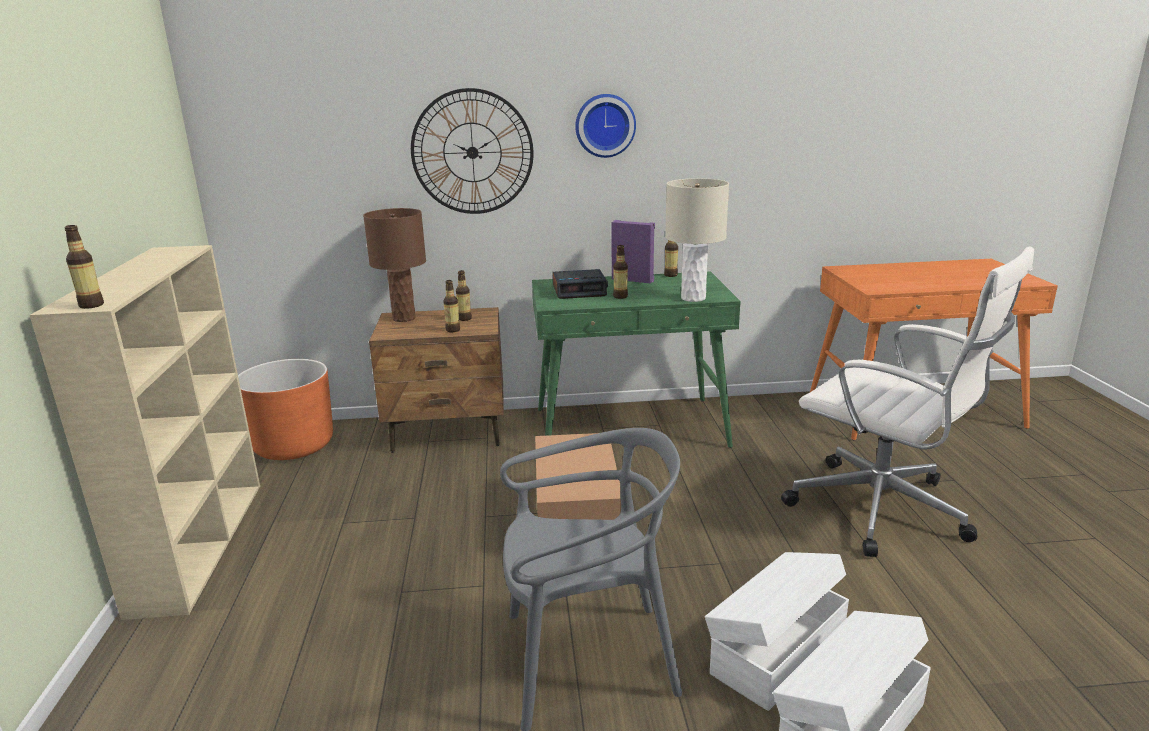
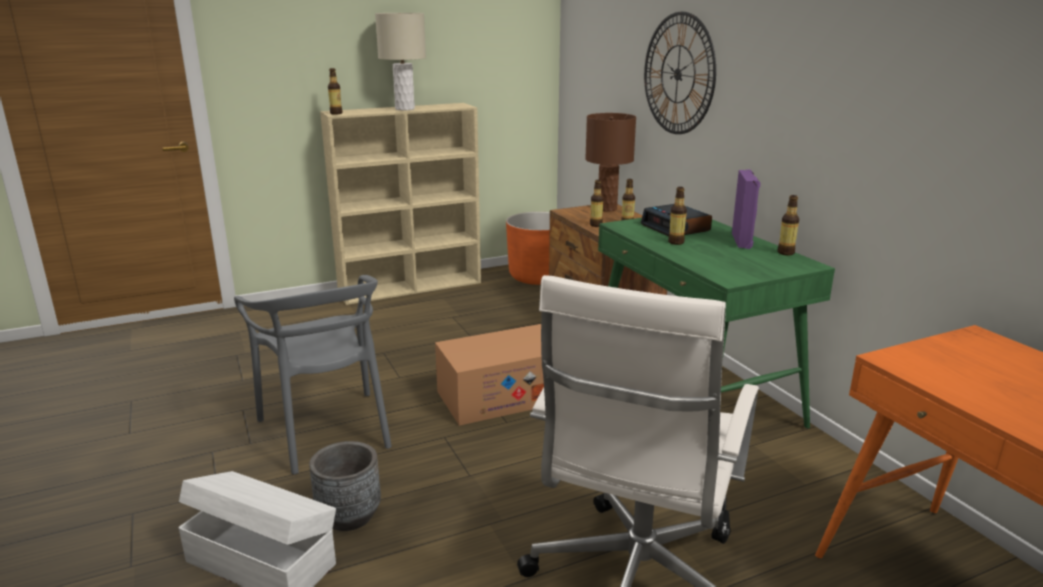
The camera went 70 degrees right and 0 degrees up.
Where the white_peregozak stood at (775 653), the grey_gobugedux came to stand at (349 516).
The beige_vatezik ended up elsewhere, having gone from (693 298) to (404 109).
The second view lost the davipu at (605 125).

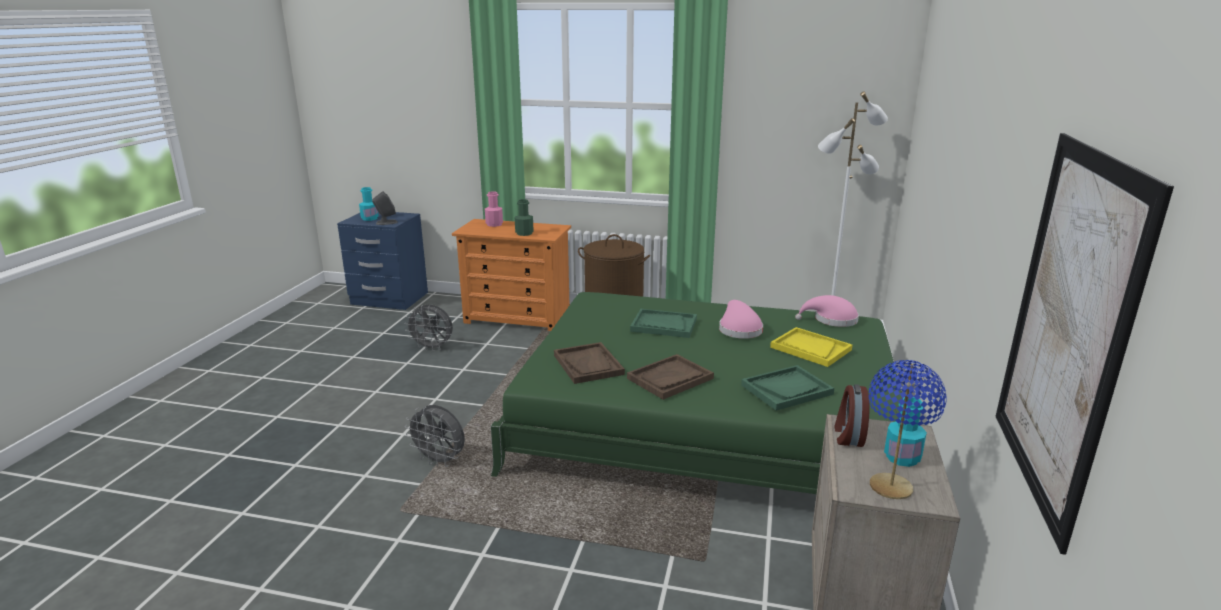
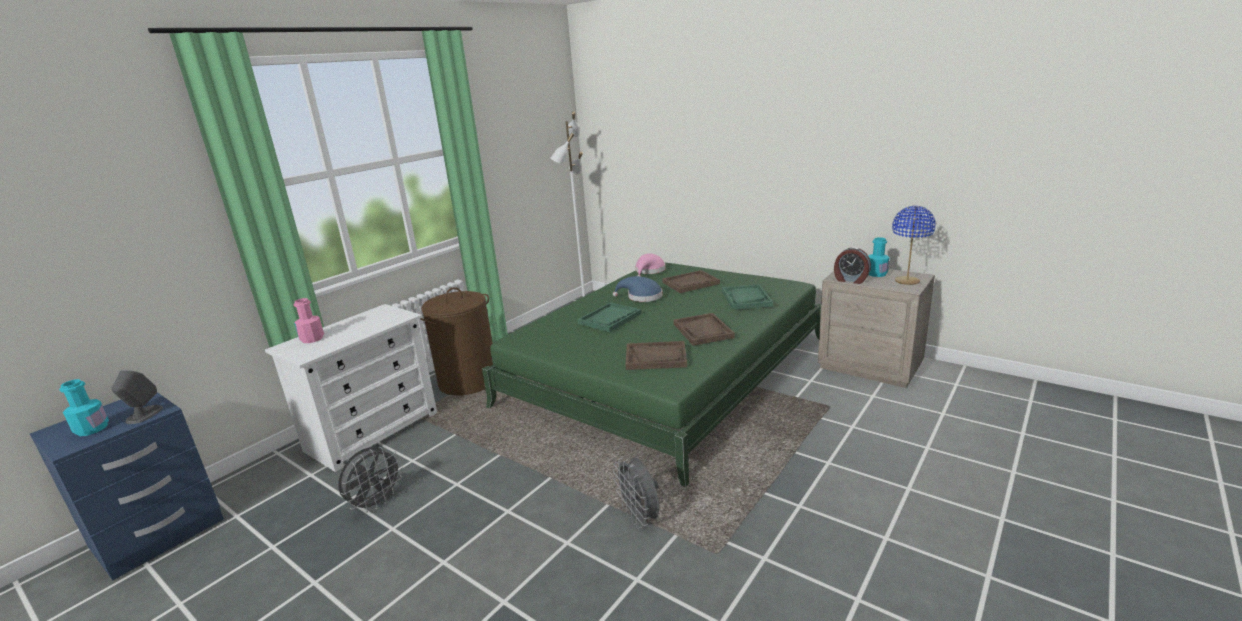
The camera went 65 degrees left and 0 degrees up.
What was the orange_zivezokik at (517 318) turned into the white_zivezokik at (373 431).
What was the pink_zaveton at (738 329) turned into the blue_zaveton at (642 297).
The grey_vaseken at (440 461) ended up facing another way, 105 degrees clockwise from before.
What was the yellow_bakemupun at (810 349) turned into the brown_bakemupun at (690 283).
The second view lost the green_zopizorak at (524 233).
The second view lost the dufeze at (1065 329).

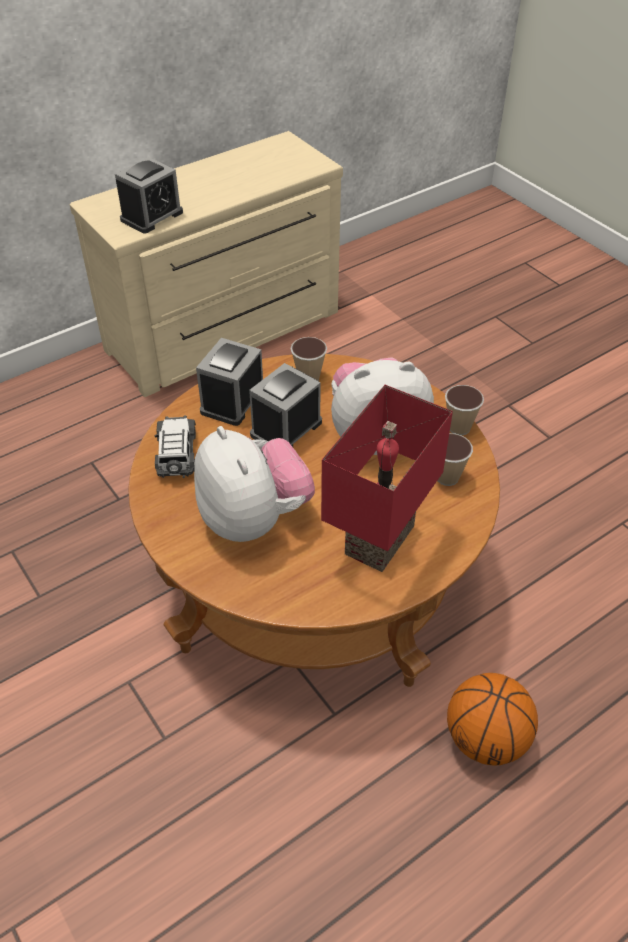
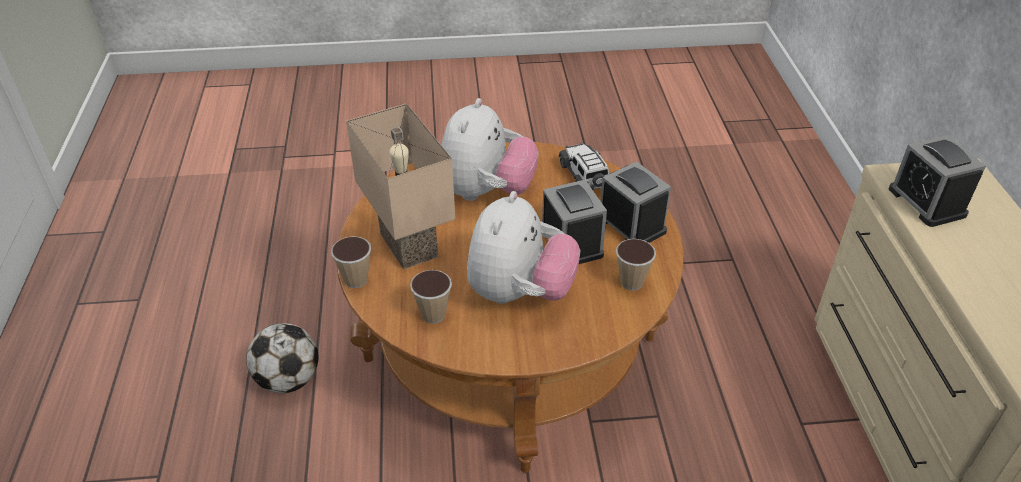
The camera went 120 degrees right and 5 degrees down.
Where the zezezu stood at (485 739), the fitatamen came to stand at (288 380).
The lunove ended up elsewhere, having gone from (459 427) to (356 280).
What was the red_vatezik at (382 542) turned into the beige_vatezik at (405 245).
The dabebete at (254 519) ended up facing another way, 75 degrees counterclockwise from before.
The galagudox at (177 455) ended up facing another way, 135 degrees counterclockwise from before.

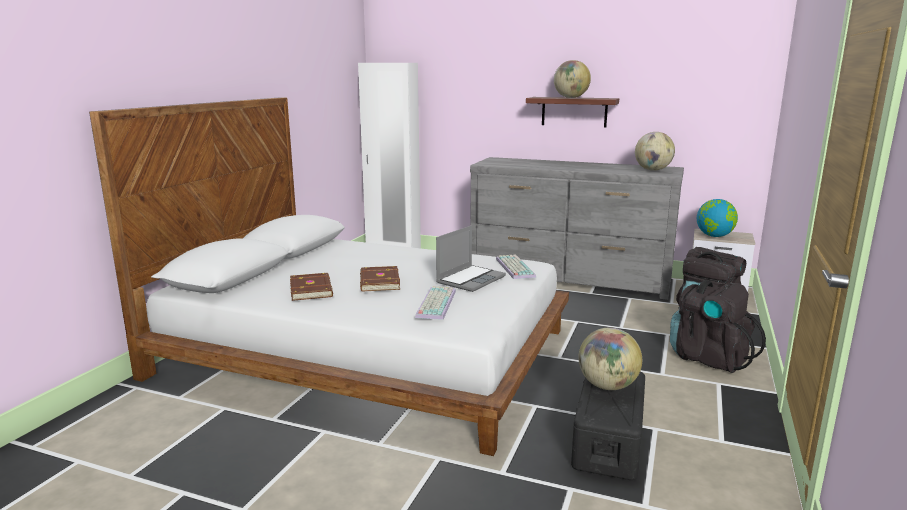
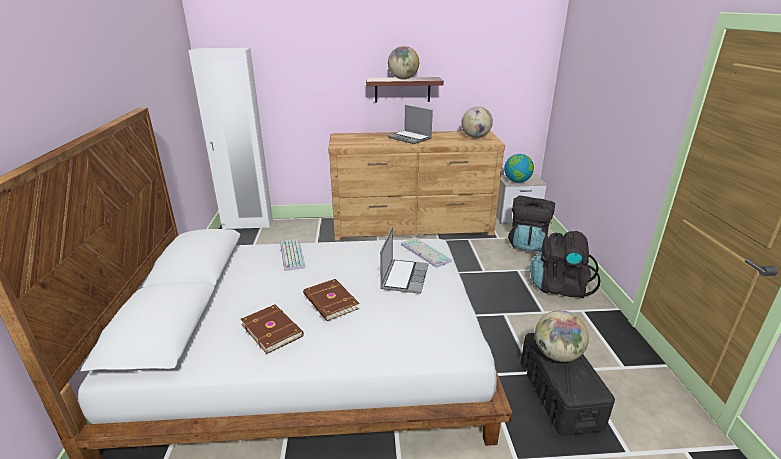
The camera went 25 degrees left and 10 degrees up.
The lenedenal ended up elsewhere, having gone from (435 303) to (291 255).
What was the grey_zivezokik at (569 278) turned into the brown_zivezokik at (413 227).
The second view gained the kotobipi at (410 138).

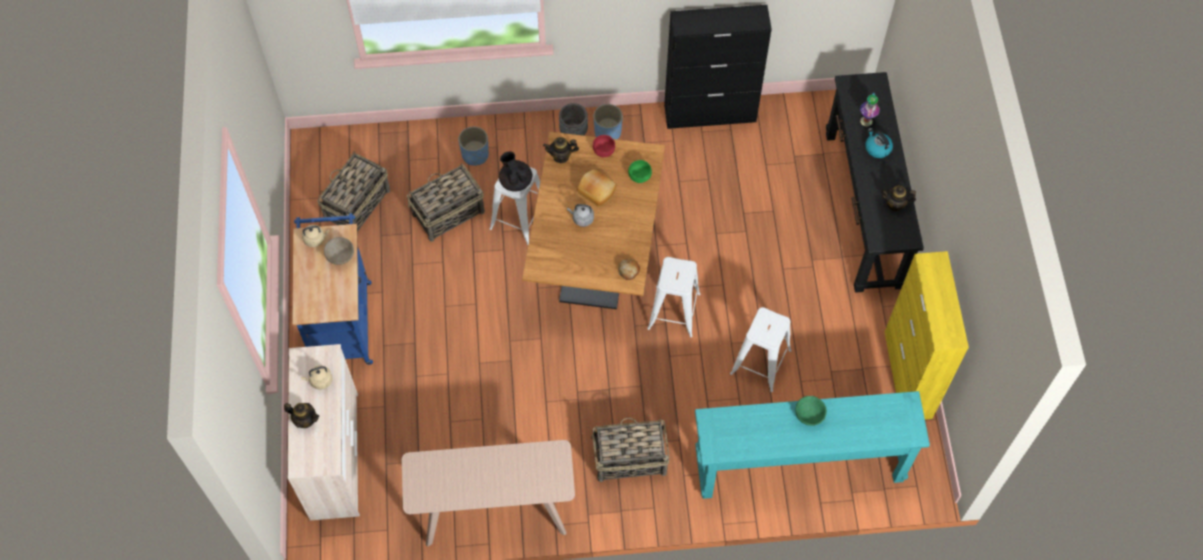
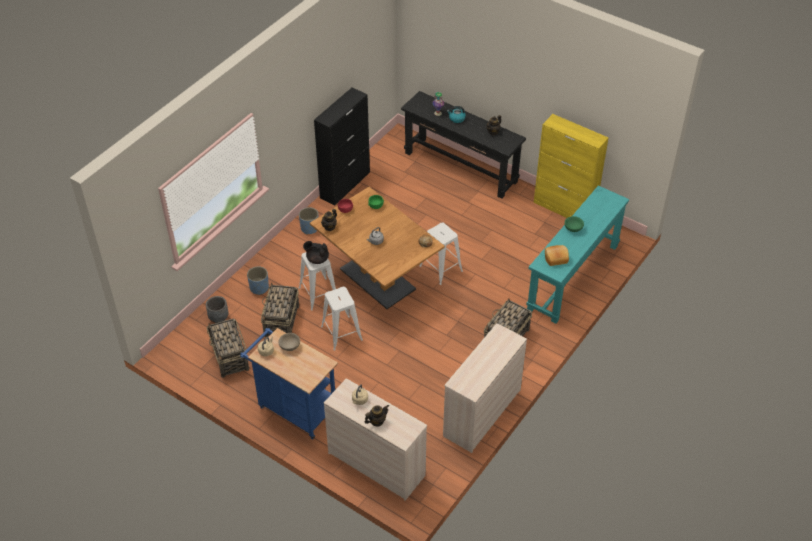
The camera went 50 degrees left and 15 degrees down.
The grey_gobugedux ended up elsewhere, having gone from (573 131) to (218 317).
The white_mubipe ended up elsewhere, having gone from (760 362) to (341 333).
Where the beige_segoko stood at (494 512), the beige_zivezokik came to stand at (481 413).
The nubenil ended up elsewhere, having gone from (597 191) to (556 258).

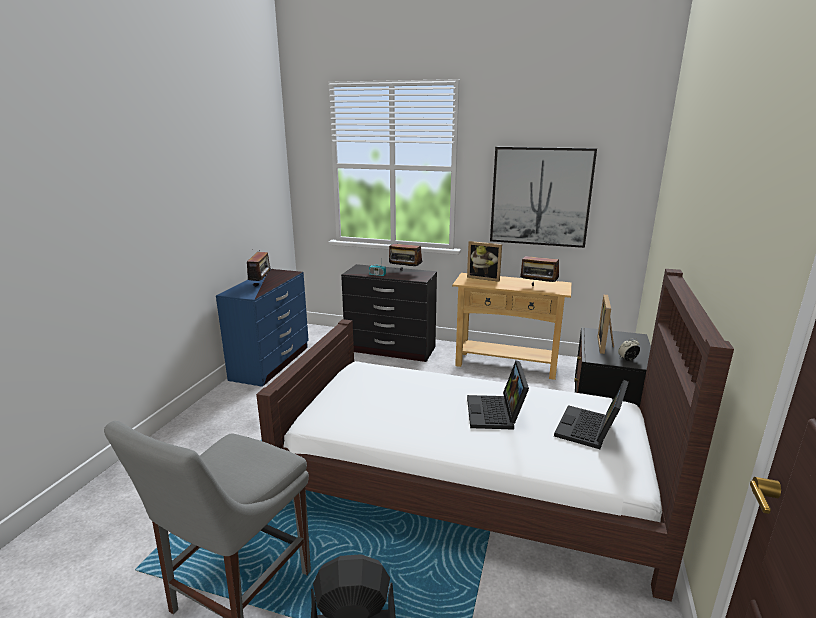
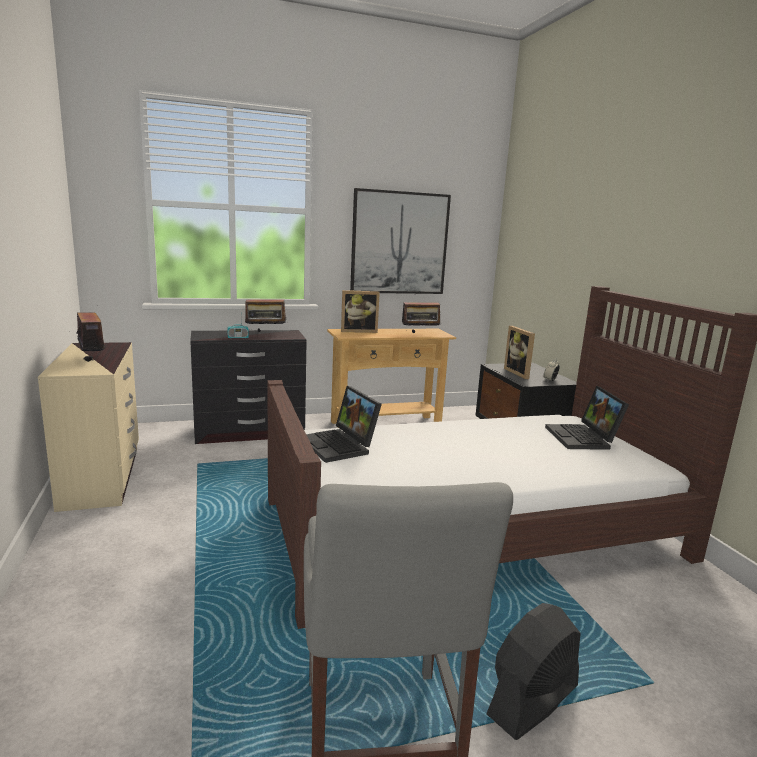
The camera went 35 degrees left and 5 degrees down.
What was the blue_zivezokik at (272 363) turned into the beige_zivezokik at (103 476).
The kotobipi ended up elsewhere, having gone from (496 414) to (340 446).

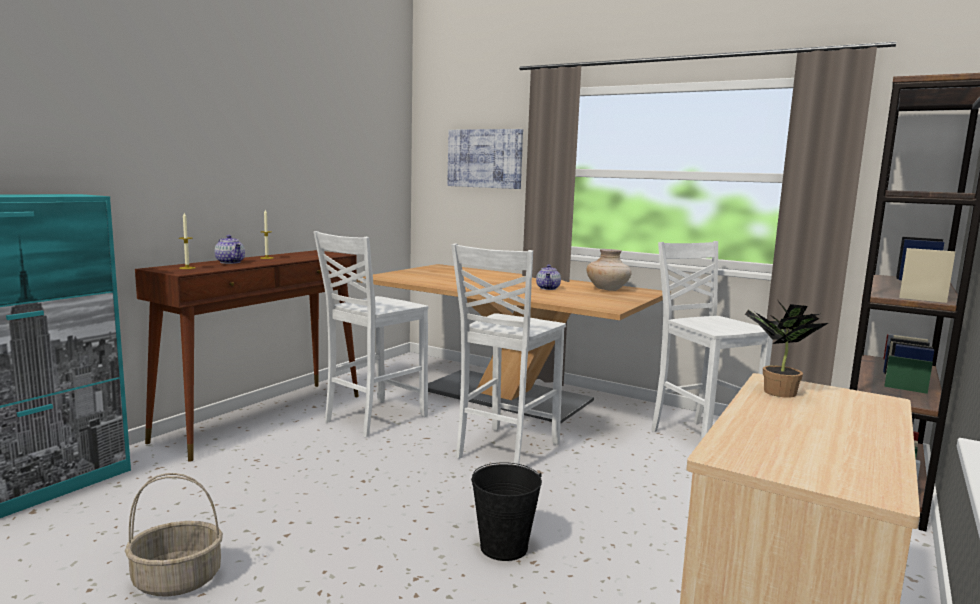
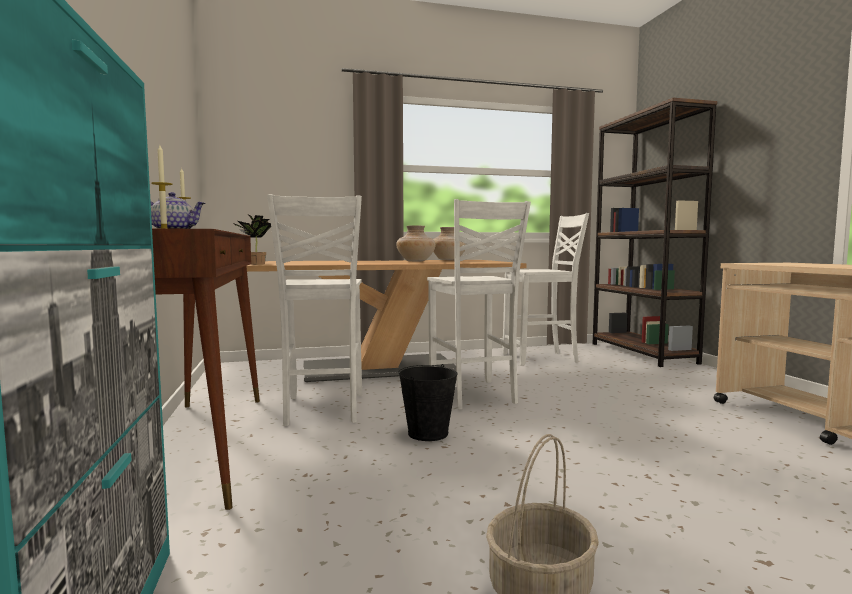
The camera went 45 degrees left and 5 degrees down.
The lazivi ended up elsewhere, having gone from (774 392) to (254 264).
Where the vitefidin stood at (548 288), the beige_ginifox came to stand at (416 261).
The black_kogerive ended up elsewhere, having gone from (504 547) to (428 433).
The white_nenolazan at (700 440) ended up facing another way, 150 degrees clockwise from before.
The second view lost the dufeze at (485 158).

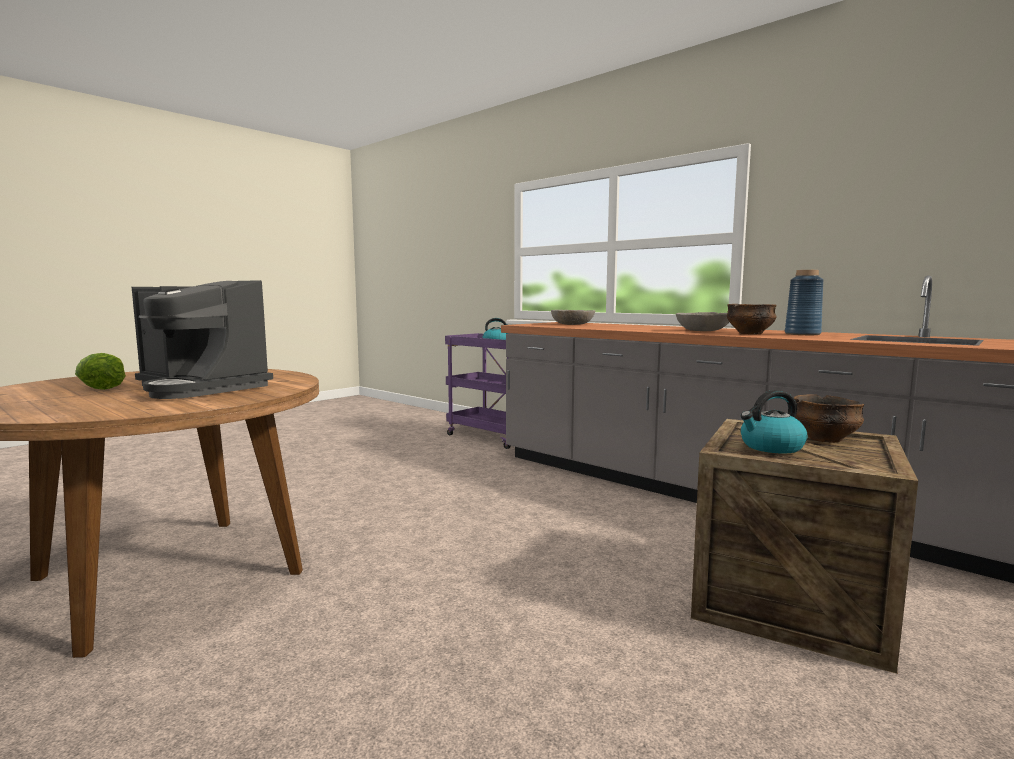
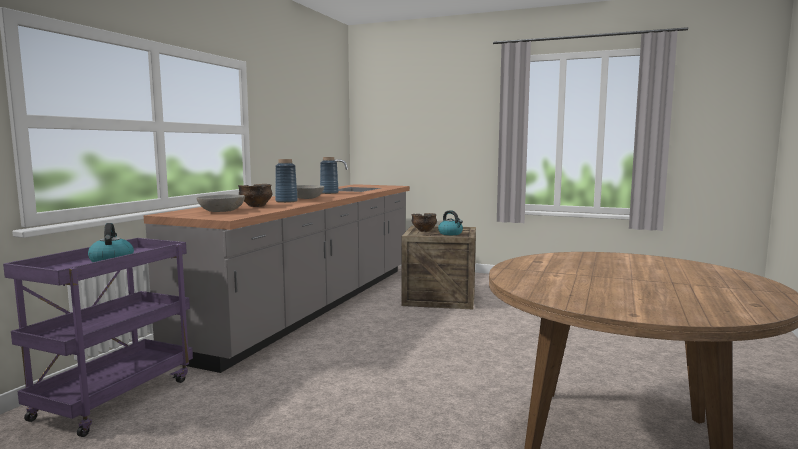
The camera went 110 degrees left and 0 degrees up.
The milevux ended up elsewhere, having gone from (750 333) to (256 206).
The second view gained the blue_ginifox at (286 201).
The second view lost the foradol at (104 387).
The second view lost the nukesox at (202 388).

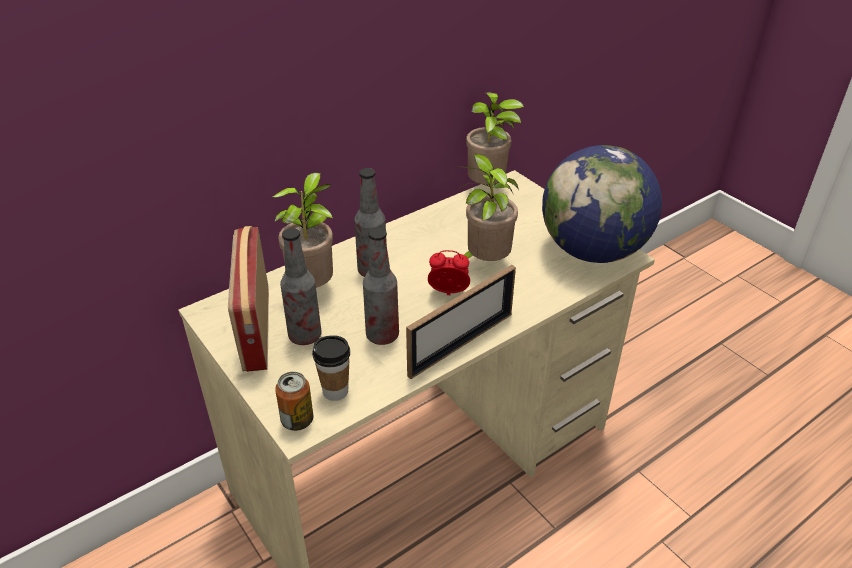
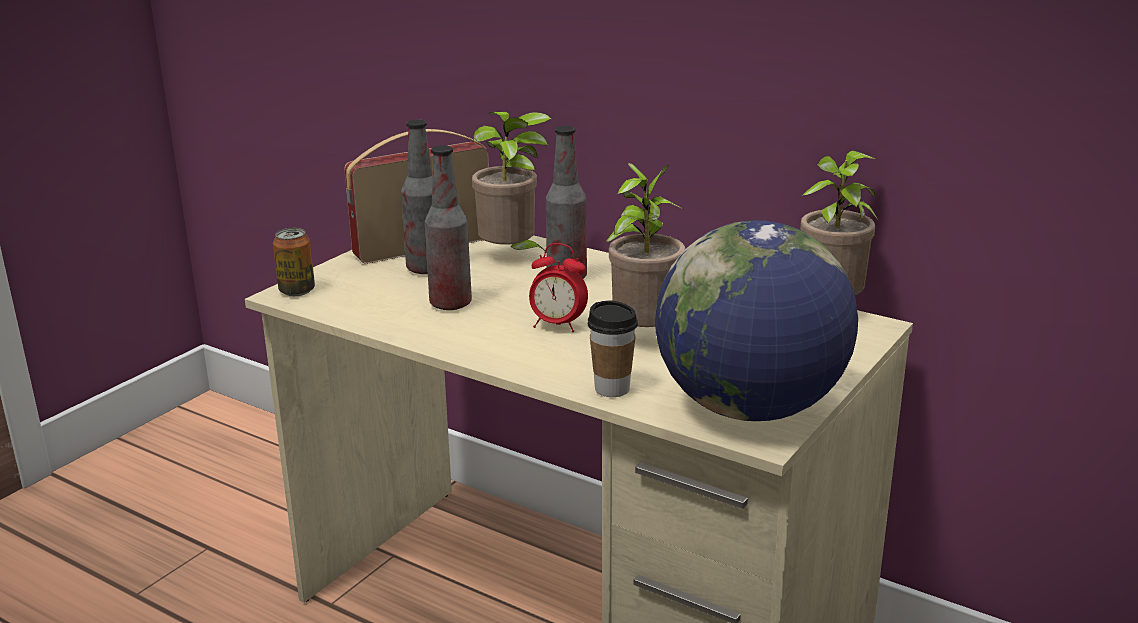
The camera went 70 degrees right and 15 degrees down.
The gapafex at (448 293) ended up facing another way, 120 degrees clockwise from before.
The lunove ended up elsewhere, having gone from (335 391) to (612 389).
The second view lost the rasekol at (461 344).

